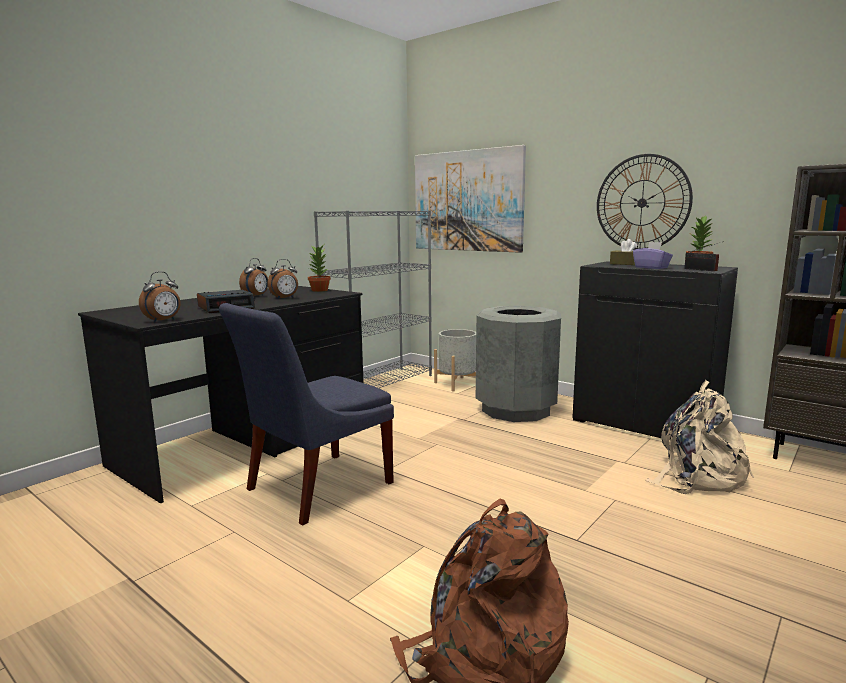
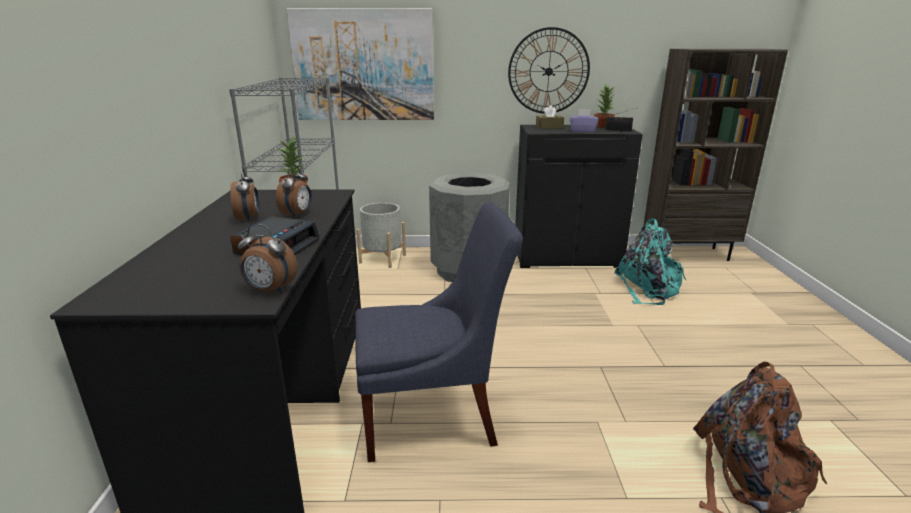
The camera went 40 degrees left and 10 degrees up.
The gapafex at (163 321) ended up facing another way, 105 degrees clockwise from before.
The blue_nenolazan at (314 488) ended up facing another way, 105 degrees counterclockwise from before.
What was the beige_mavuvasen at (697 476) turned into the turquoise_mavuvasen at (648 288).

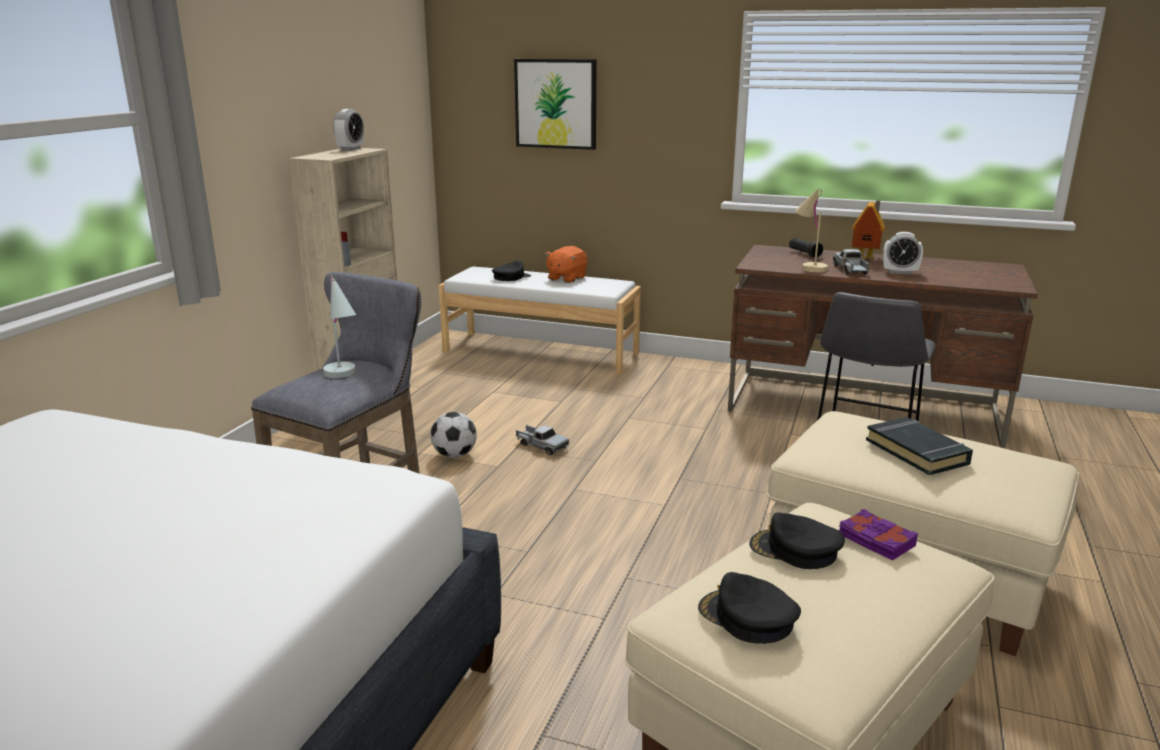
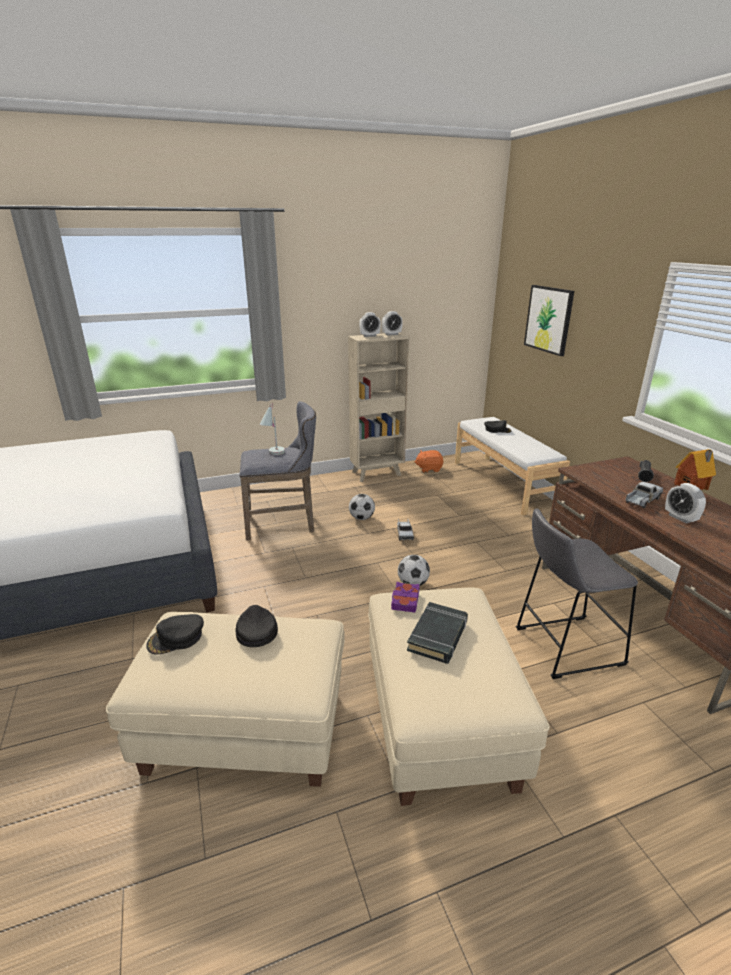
The camera went 50 degrees right and 5 degrees up.
The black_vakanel at (747 617) ended up facing another way, 120 degrees counterclockwise from before.
The second view gained the gapafex at (369 336).
The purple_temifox ended up elsewhere, having gone from (876 540) to (404 600).
The second view gained the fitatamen at (413 583).
The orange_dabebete ended up elsewhere, having gone from (566 278) to (429 469).
The second view lost the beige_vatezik at (808 266).

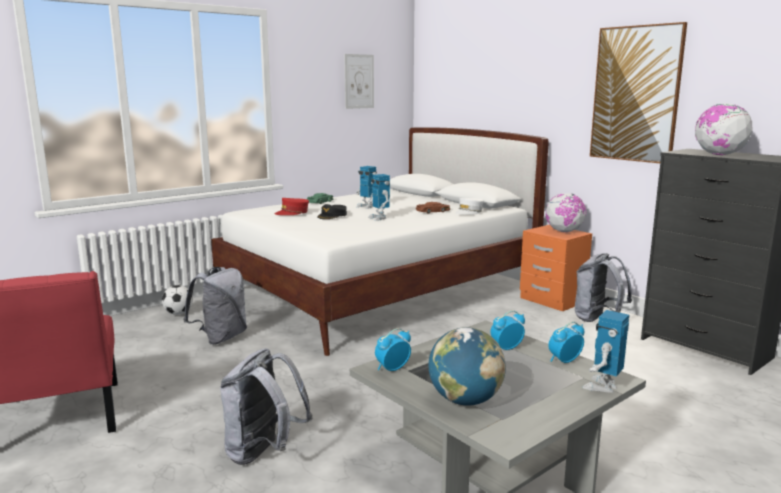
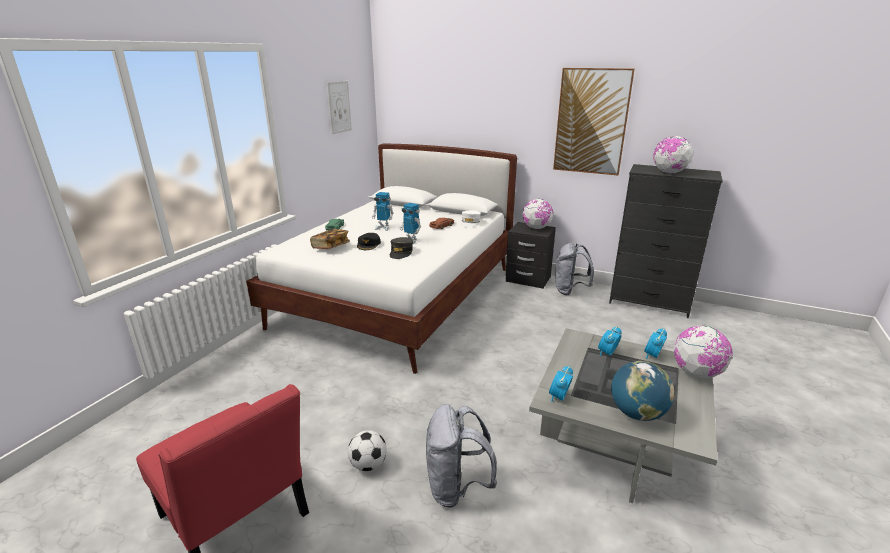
The camera went 25 degrees left and 10 degrees up.
Where the red_vakanel stood at (292 213), the temifox came to stand at (330 247).
The fitatamen ended up elsewhere, having gone from (178 313) to (368 464).
The second view gained the grey_vakanel at (401 253).
What was the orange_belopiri at (552 300) turned into the black_belopiri at (528 279).
Where the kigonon stood at (603 387), the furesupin came to stand at (697 373).
The second view lost the grey_mavuvasen at (221 338).

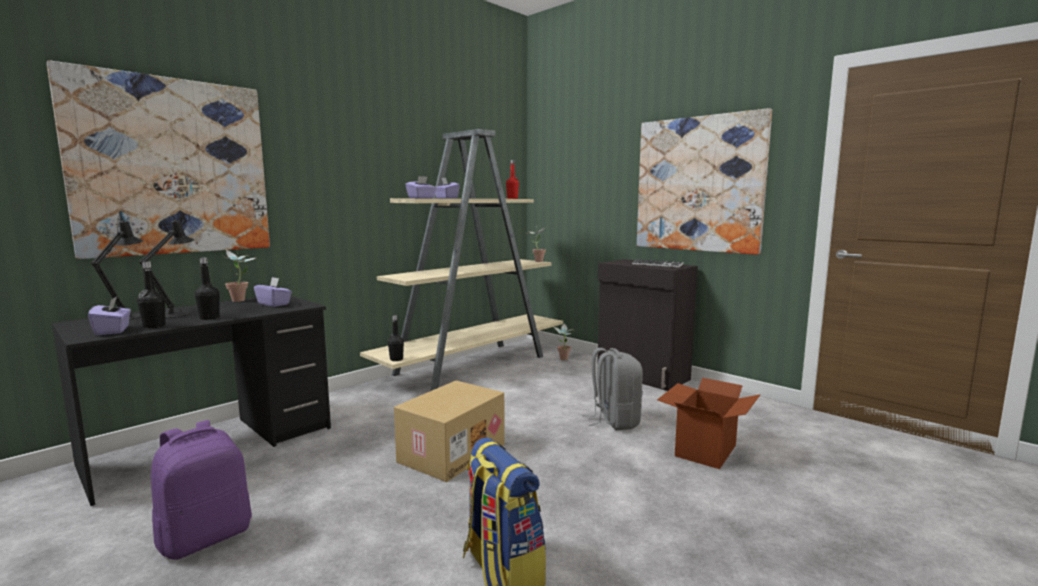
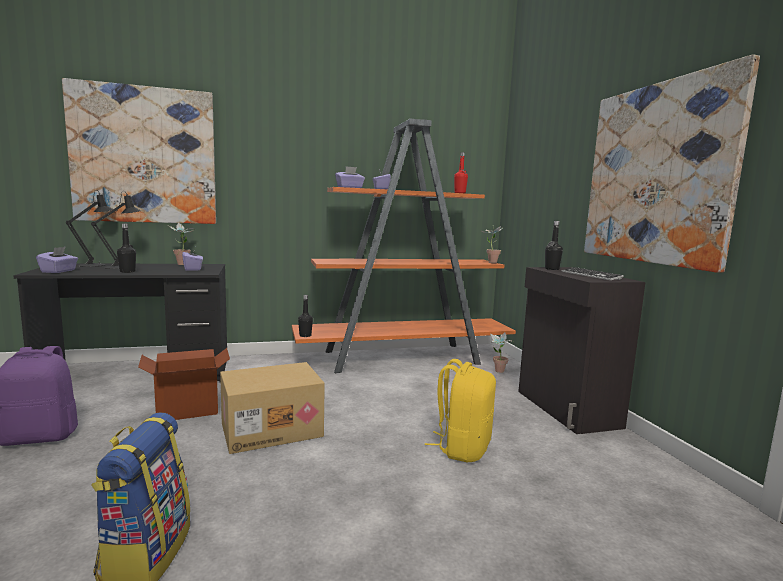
The camera went 30 degrees right and 0 degrees up.
The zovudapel ended up elsewhere, having gone from (704 450) to (187 409).
What was the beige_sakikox at (473 365) turned into the orange_sakikox at (403 358).
What was the grey_mavuvasen at (614 421) turned into the yellow_mavuvasen at (462 448).
The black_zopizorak ended up elsewhere, having gone from (154 326) to (551 269).

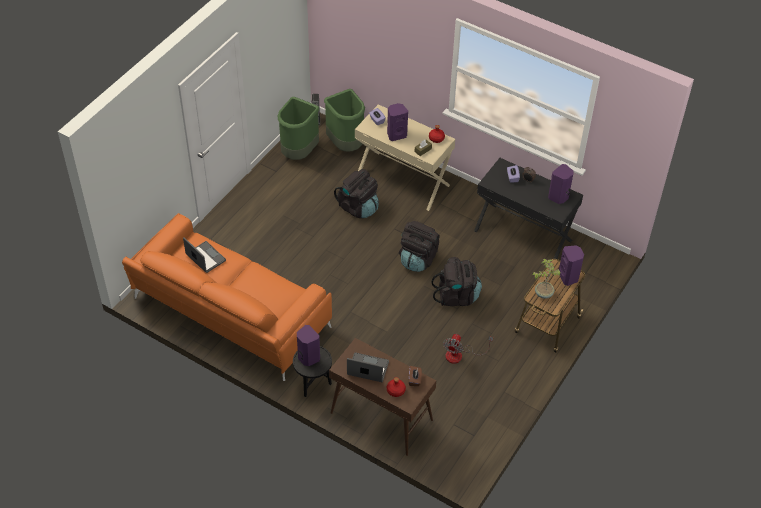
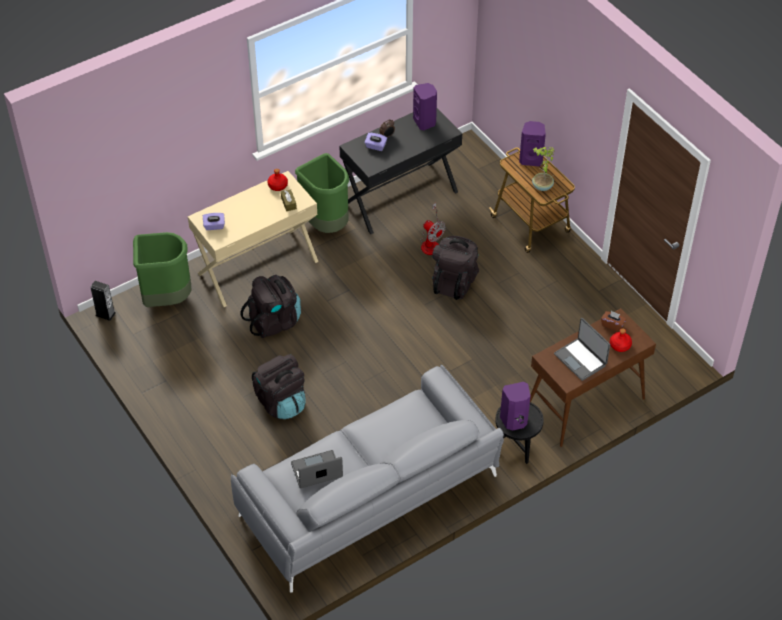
The camera went 65 degrees left and 0 degrees up.
What was the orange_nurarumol at (230 313) turned into the grey_nurarumol at (370 498).
The black_mavuvasen ended up elsewhere, having gone from (418 259) to (281 402).
The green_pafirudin ended up elsewhere, having gone from (299 153) to (326 223).
The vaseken ended up elsewhere, having gone from (460 355) to (431 242).
The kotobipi at (367 369) ended up facing another way, 75 degrees counterclockwise from before.
The second view lost the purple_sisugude at (396 134).

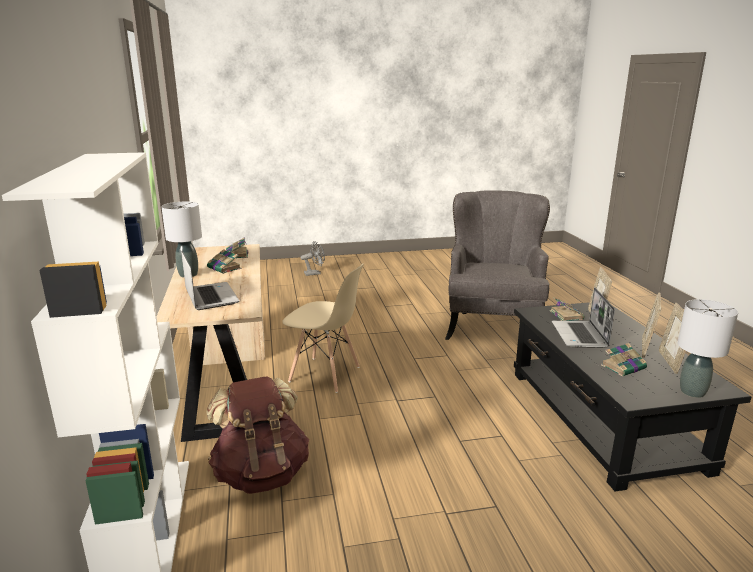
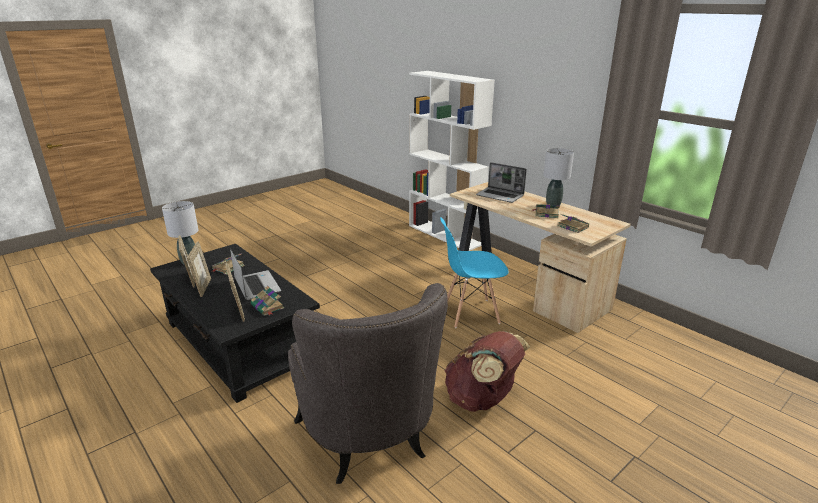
The camera went 150 degrees right and 5 degrees up.
What was the beige_nenolazan at (325 374) turned into the blue_nenolazan at (470 313).
The brown_mavuvasen ended up elsewhere, having gone from (261 474) to (482 399).
The second view lost the grey_vaseken at (315 273).

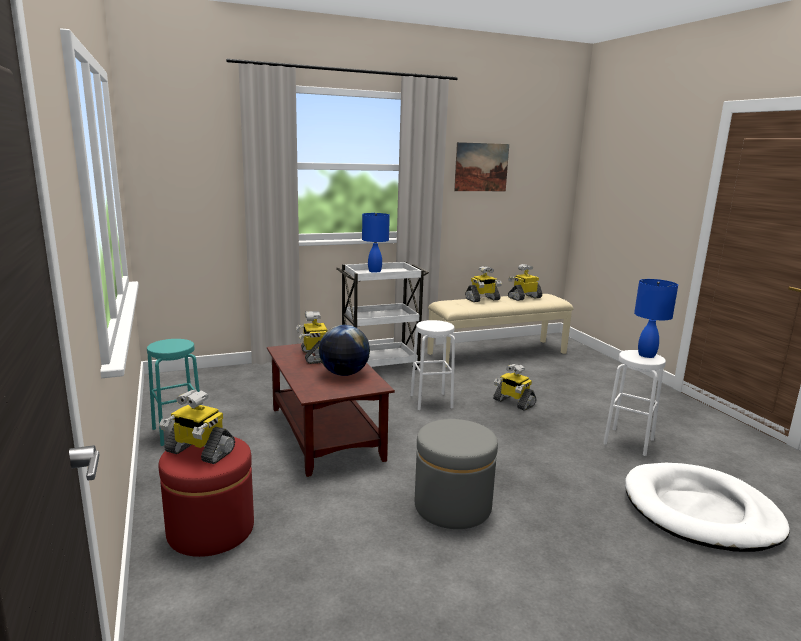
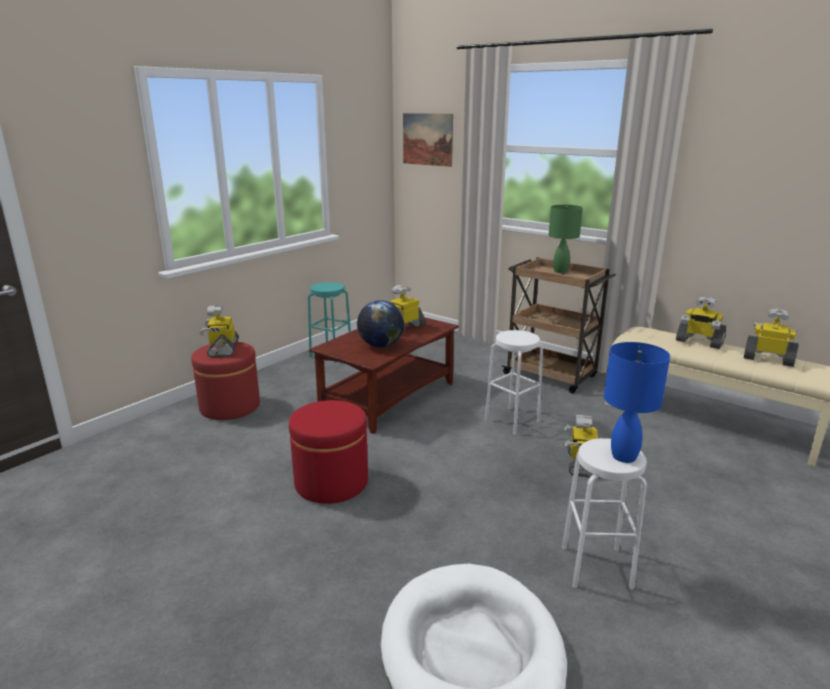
The camera went 60 degrees right and 5 degrees up.
What was the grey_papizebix at (452 506) turned into the red_papizebix at (331 482).
The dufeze ended up elsewhere, having gone from (481 167) to (427 139).
What was the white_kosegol at (380 365) turned into the brown_kosegol at (551 375).
What was the blue_vatezik at (374 271) turned into the green_vatezik at (560 271).

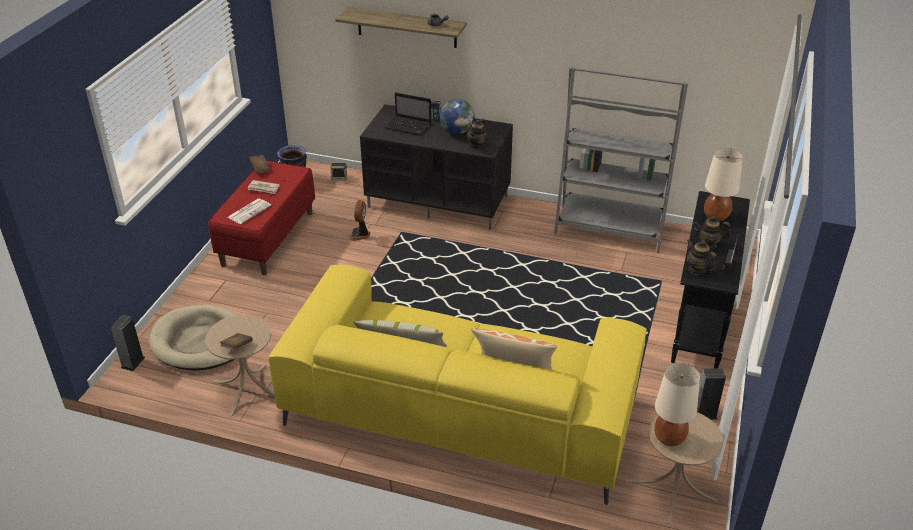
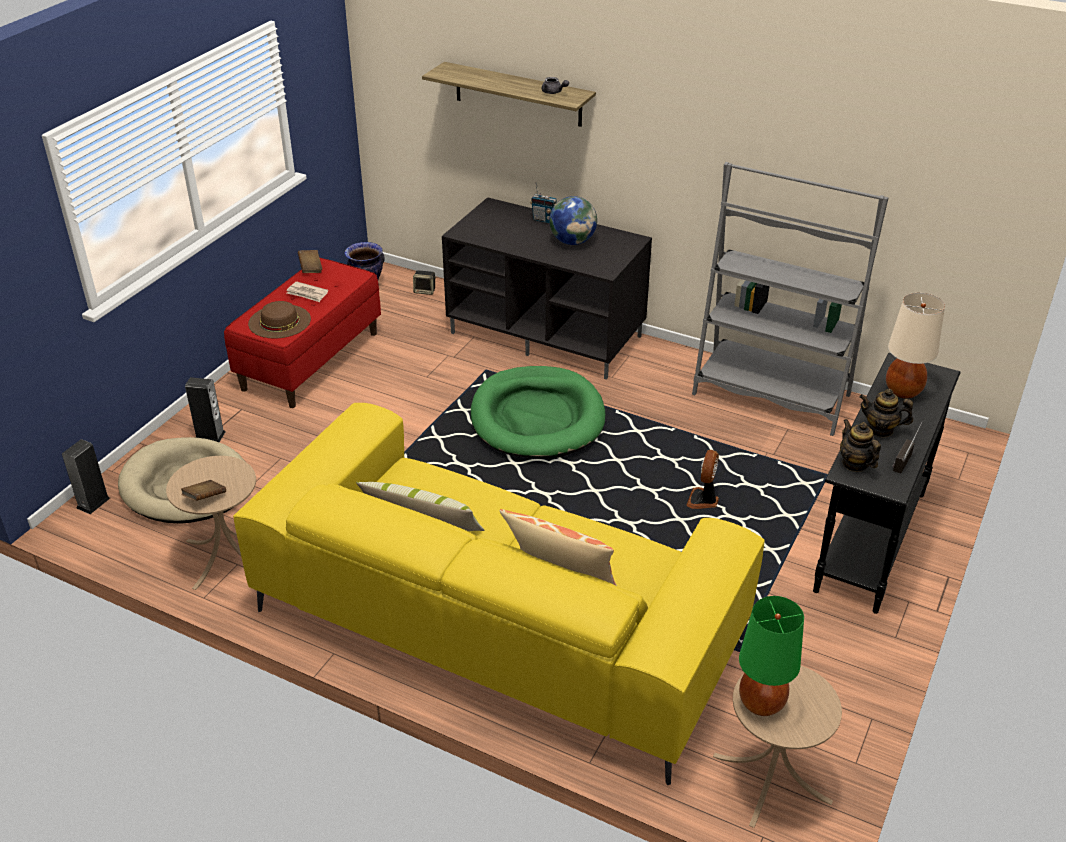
The camera went 10 degrees right and 0 degrees up.
The sisugude ended up elsewhere, having gone from (704 413) to (210 435).
Where the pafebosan stood at (249 211), the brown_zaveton came to stand at (279 321).
The second view gained the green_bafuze at (537 418).
The vaseken ended up elsewhere, having gone from (360 235) to (703 500).
What was the beige_vatezik at (669 438) turned into the green_vatezik at (760 703).
The second view lost the kotobipi at (409 126).
The second view lost the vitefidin at (477 145).

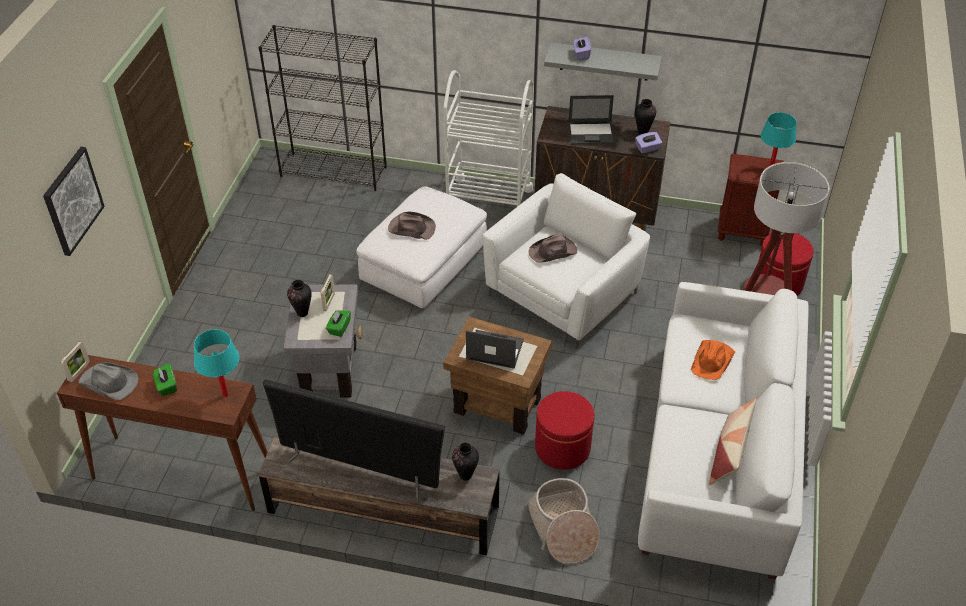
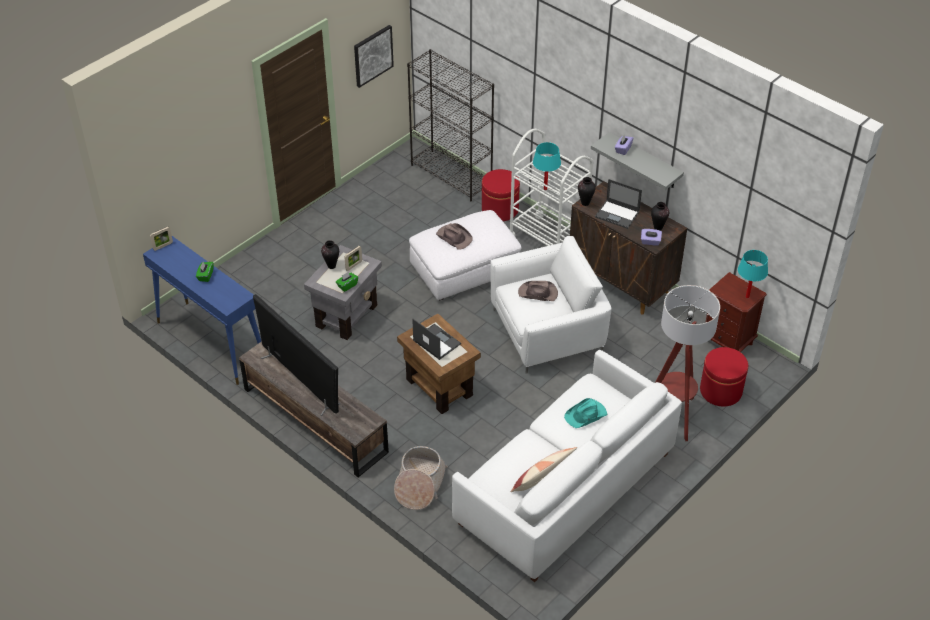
The camera went 30 degrees right and 0 degrees up.
What was the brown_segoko at (182 472) turned into the blue_segoko at (211 342).
The dufeze ended up elsewhere, having gone from (72 200) to (373 55).
The red_papizebix ended up elsewhere, having gone from (562 448) to (500 209).
The turquoise_vatezik ended up elsewhere, having gone from (225 395) to (545 189).
What was the orange_zaveton at (712 361) turned into the turquoise_zaveton at (586 415).
The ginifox ended up elsewhere, having gone from (465 476) to (585 203).
The second view lost the grey_zaveton at (109 383).

